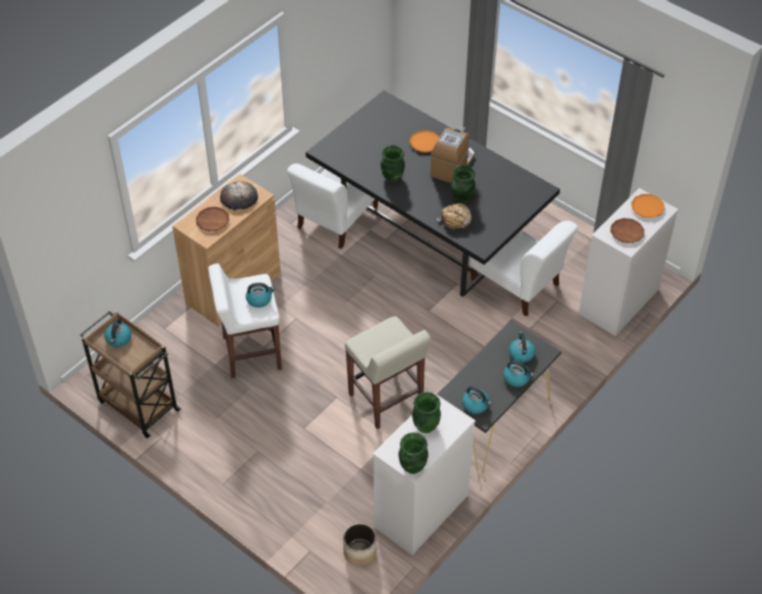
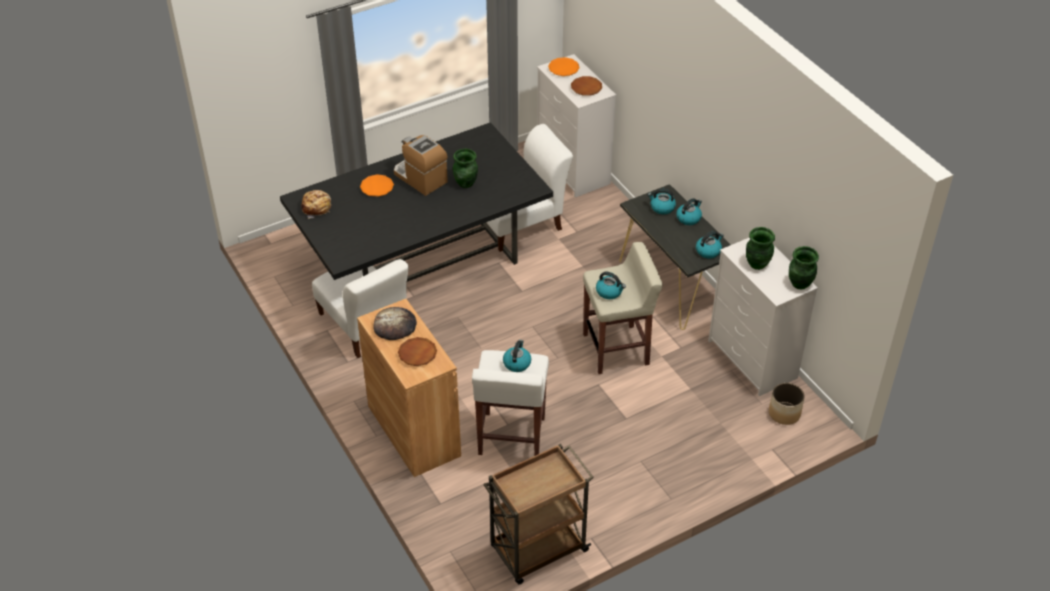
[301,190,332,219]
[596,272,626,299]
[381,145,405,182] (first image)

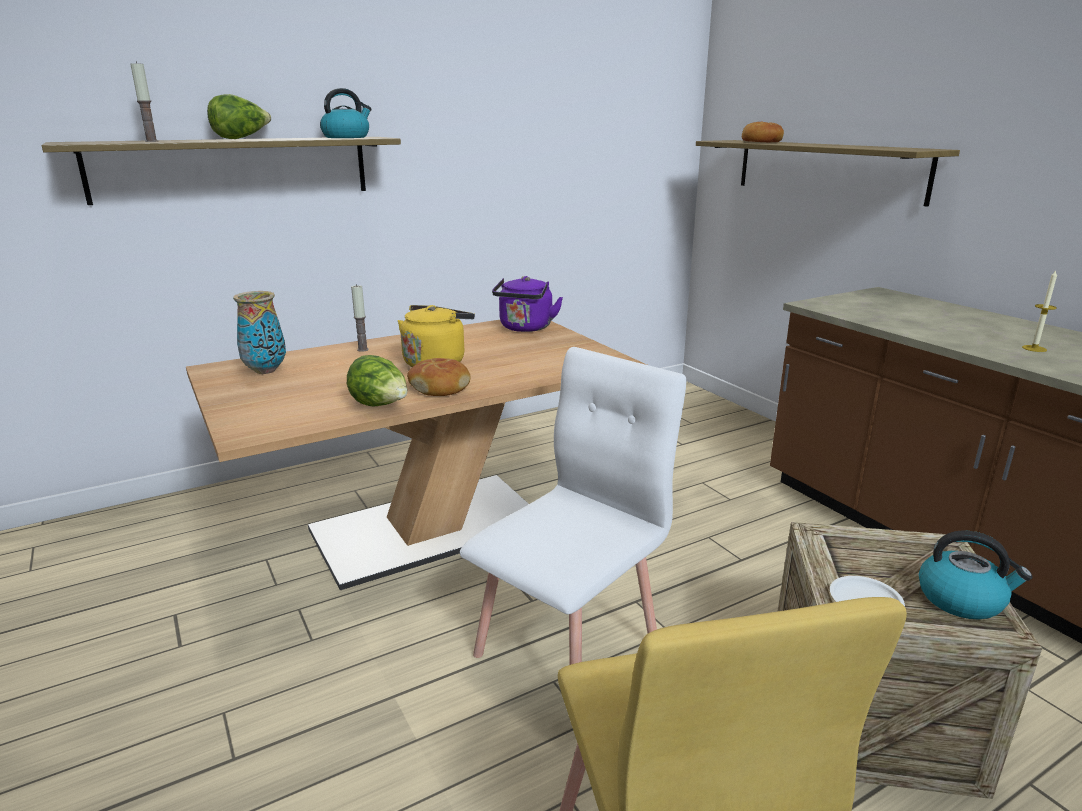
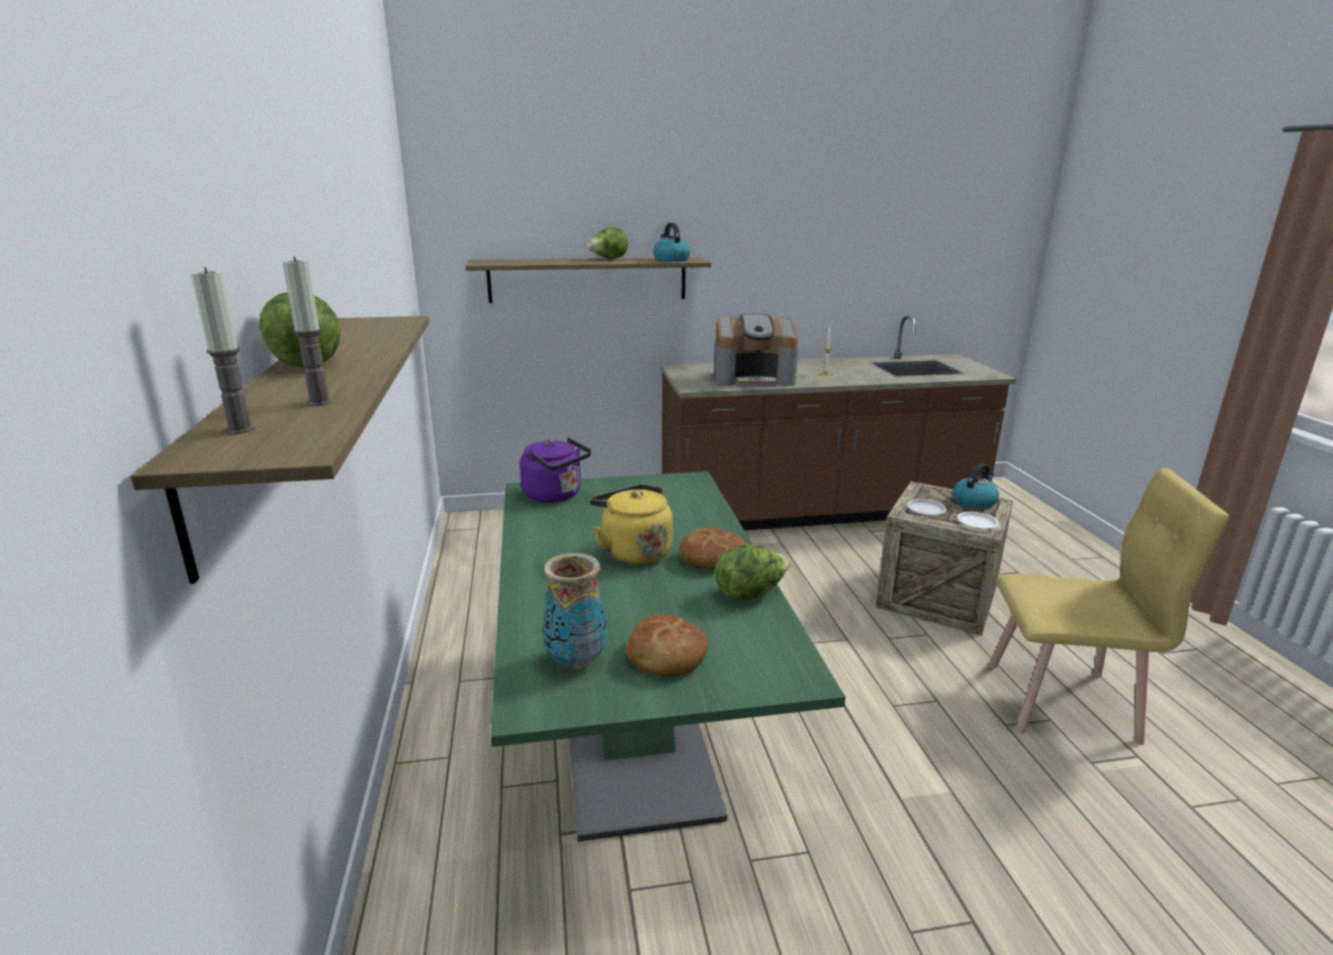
[191,267,255,434]
[491,471,846,842]
[587,227,628,259]
[625,614,708,676]
[653,223,690,262]
[713,314,799,387]
[907,499,947,516]
[460,347,686,665] (first image)

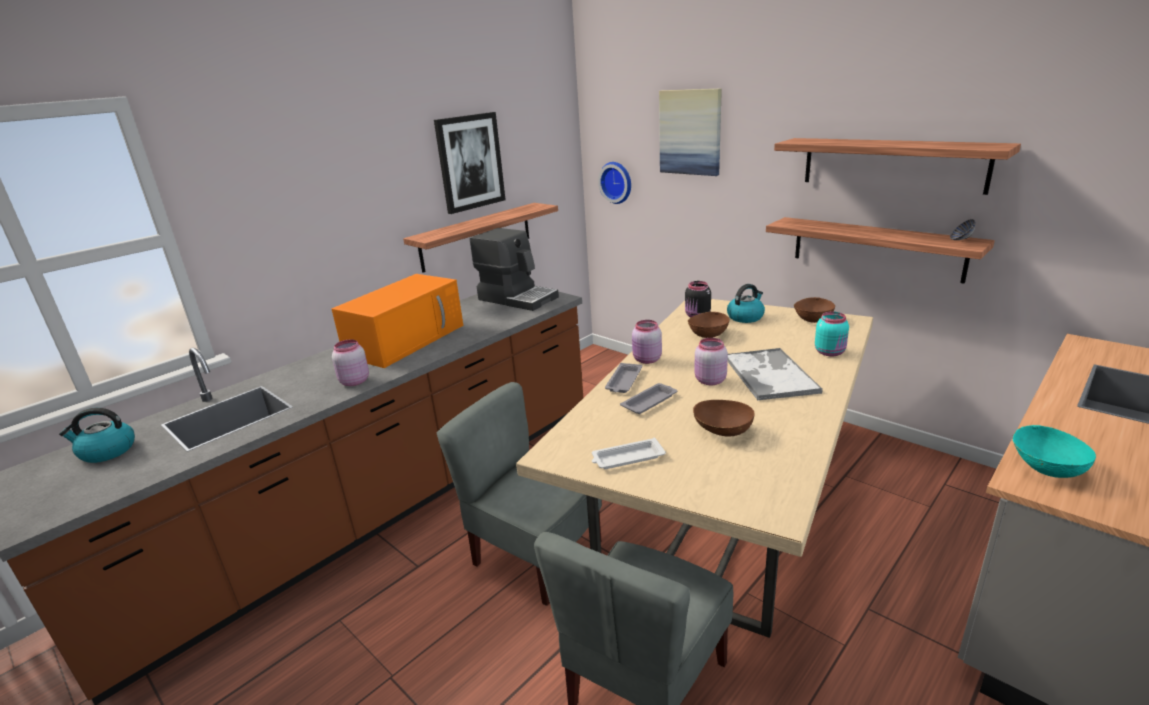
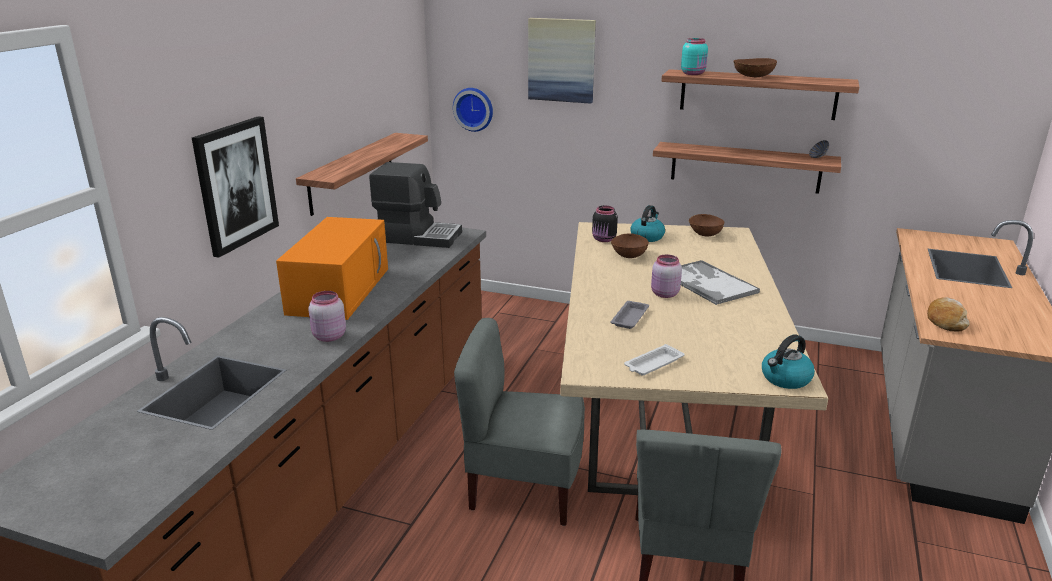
[192,116,279,258]
[681,38,708,75]
[734,58,777,77]
[762,334,815,389]
[927,297,970,331]
[605,363,642,393] (first image)
[632,320,662,364] (first image)

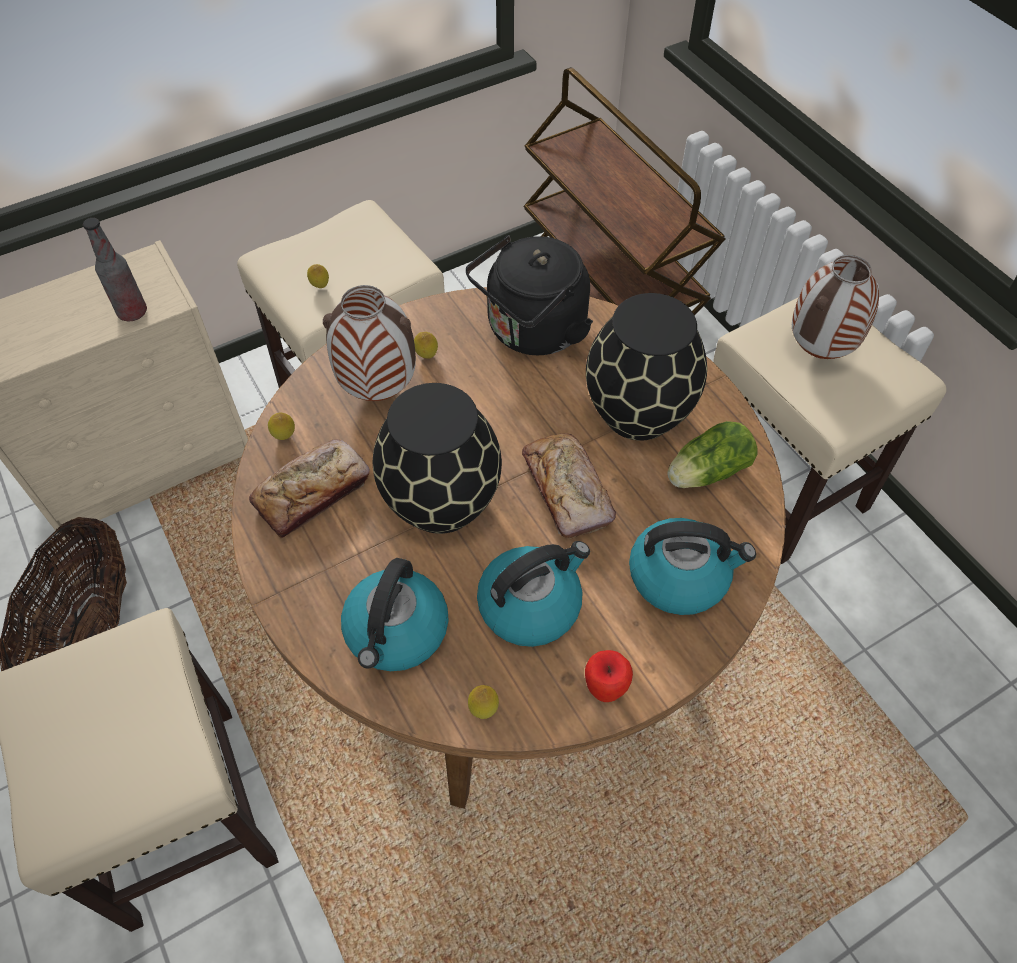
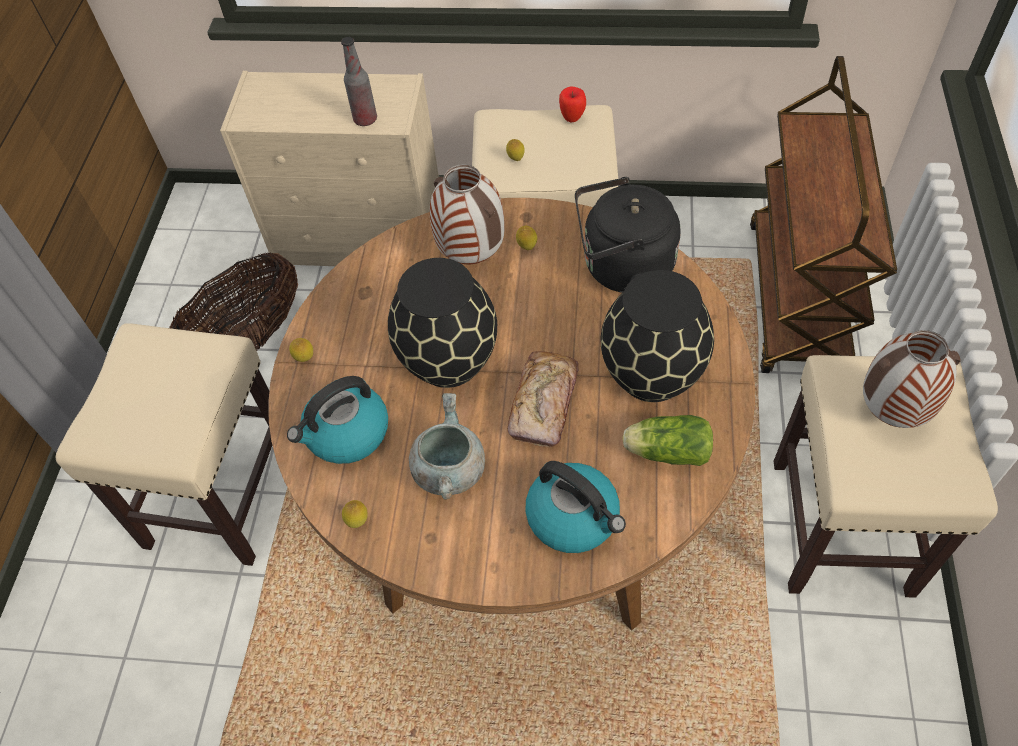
[289,338,313,362]
[409,393,485,499]
[559,86,586,122]
[249,439,370,538] (first image)

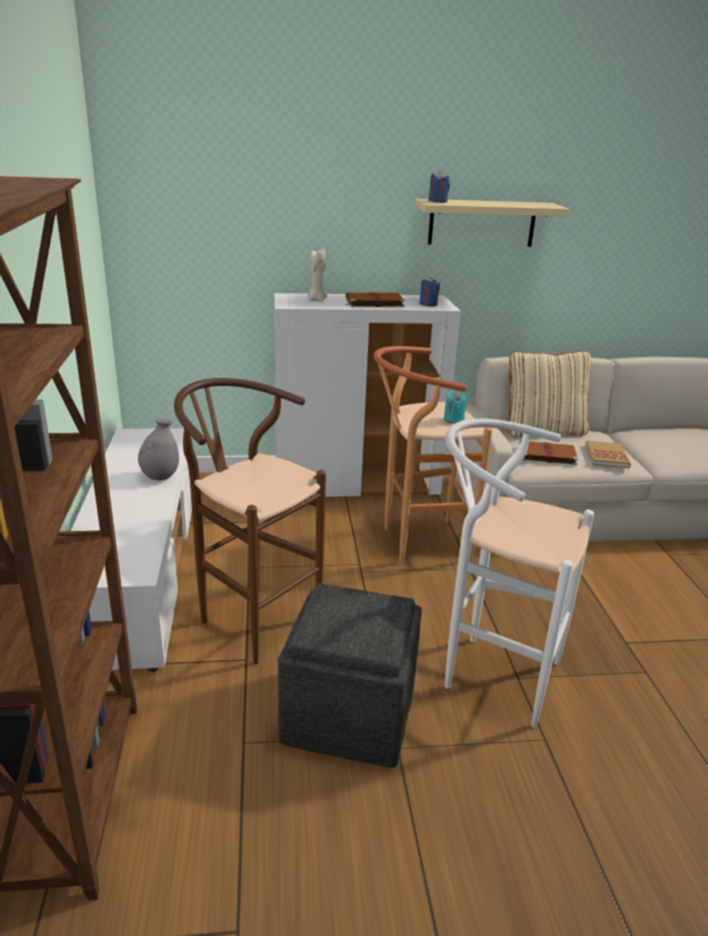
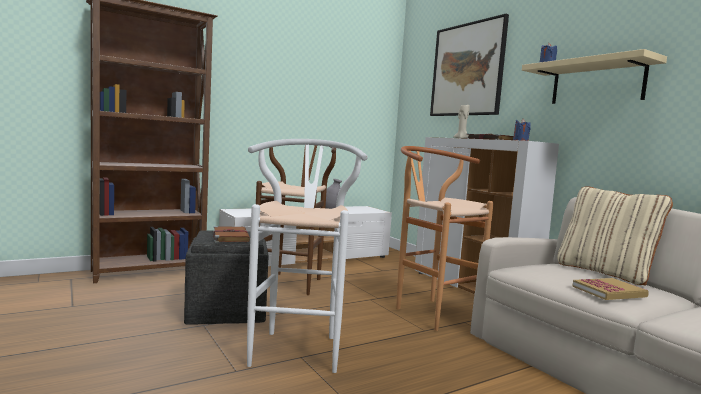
[213,226,250,243]
[430,14,509,116]
[444,391,467,424] (first image)

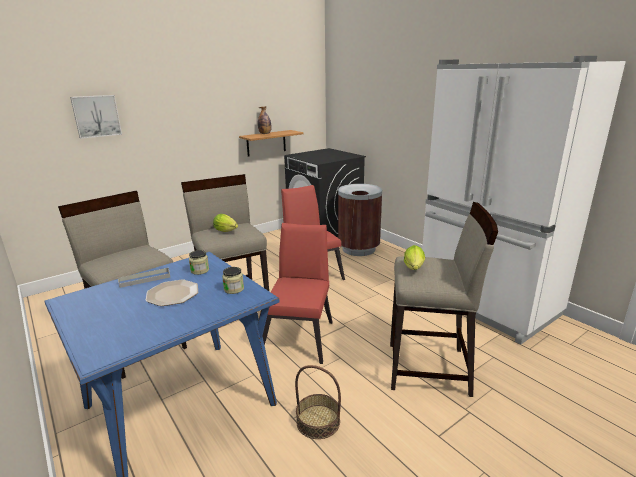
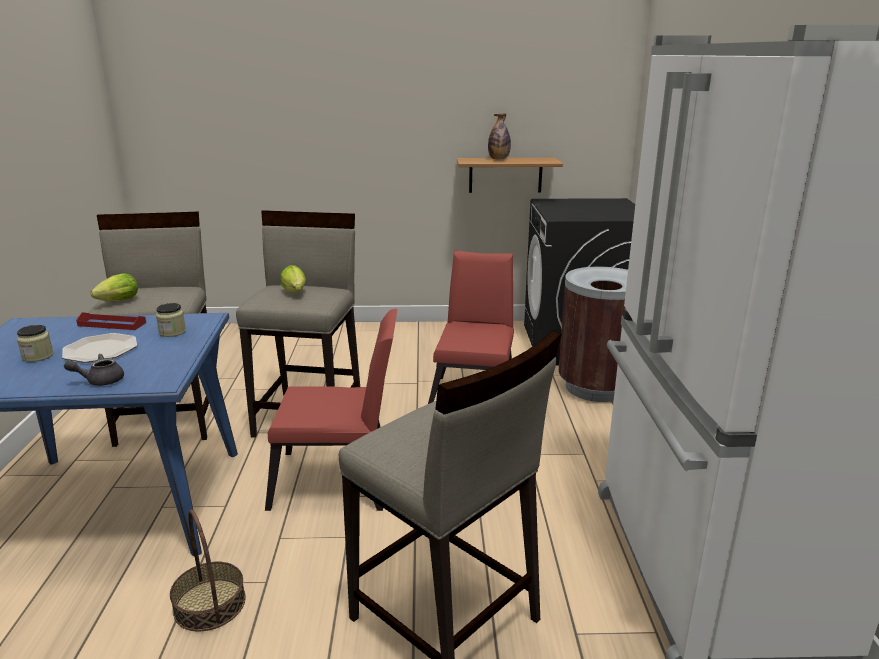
[17,325,53,362]
[64,354,124,386]
[76,312,146,330]
[90,273,138,301]
[265,309,397,511]
[70,95,122,139] (first image)

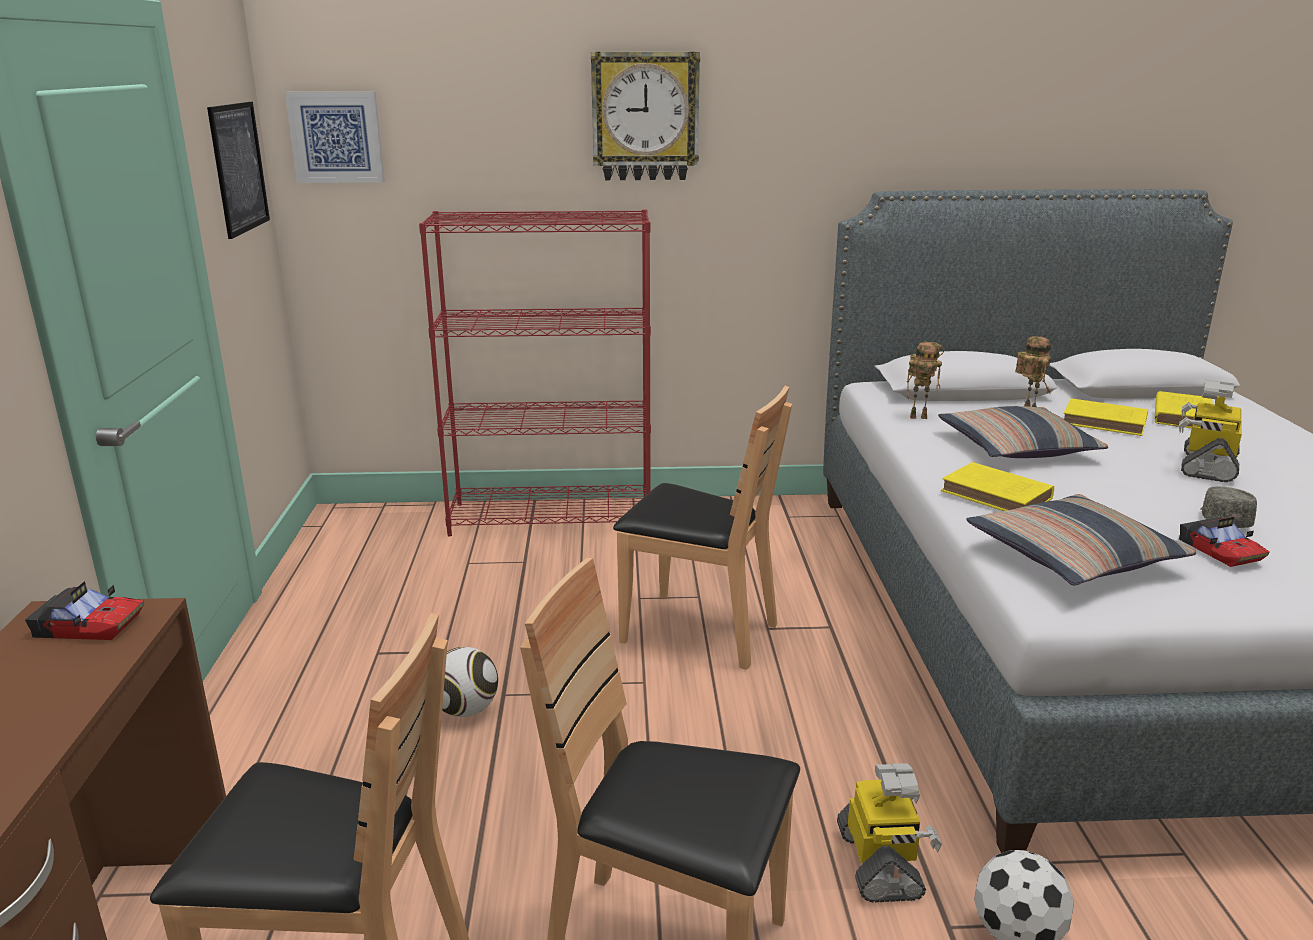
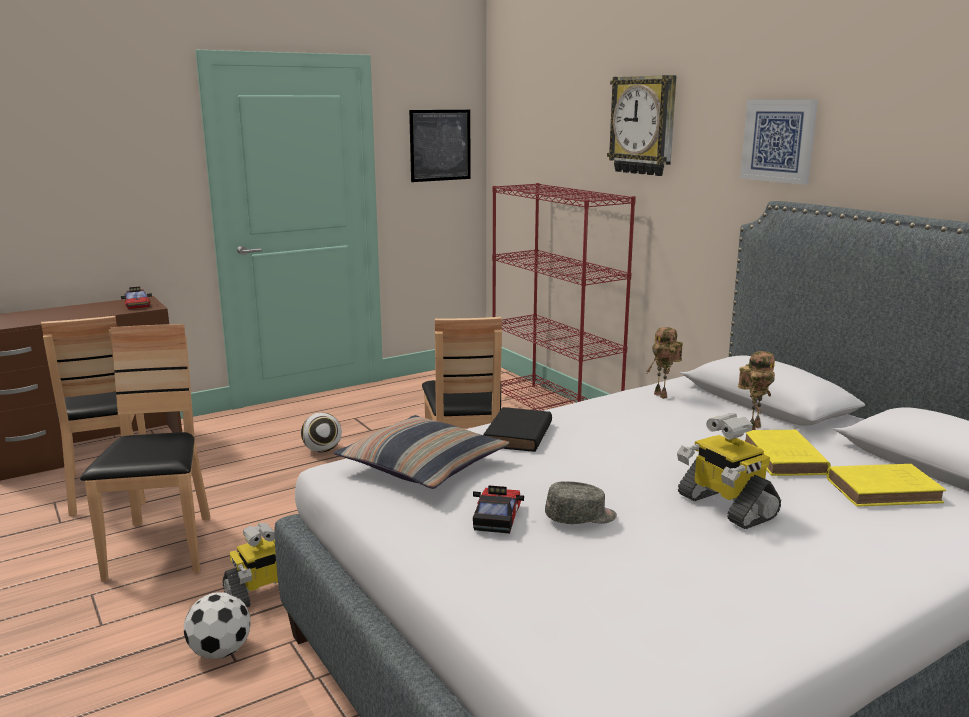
[473,485,524,534]
[483,407,552,452]
[677,414,781,529]
[740,100,818,185]
[938,406,1108,458] (first image)

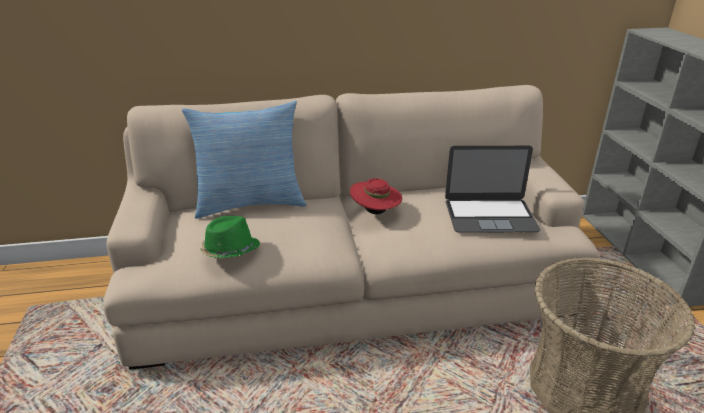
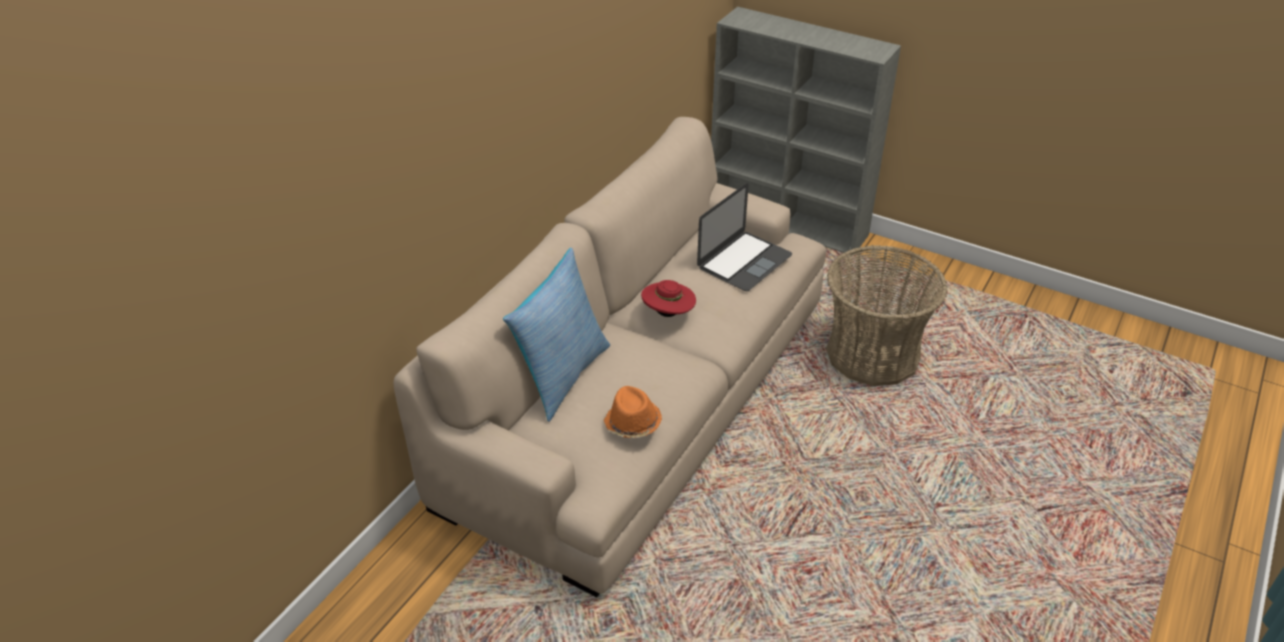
[604,386,662,438]

